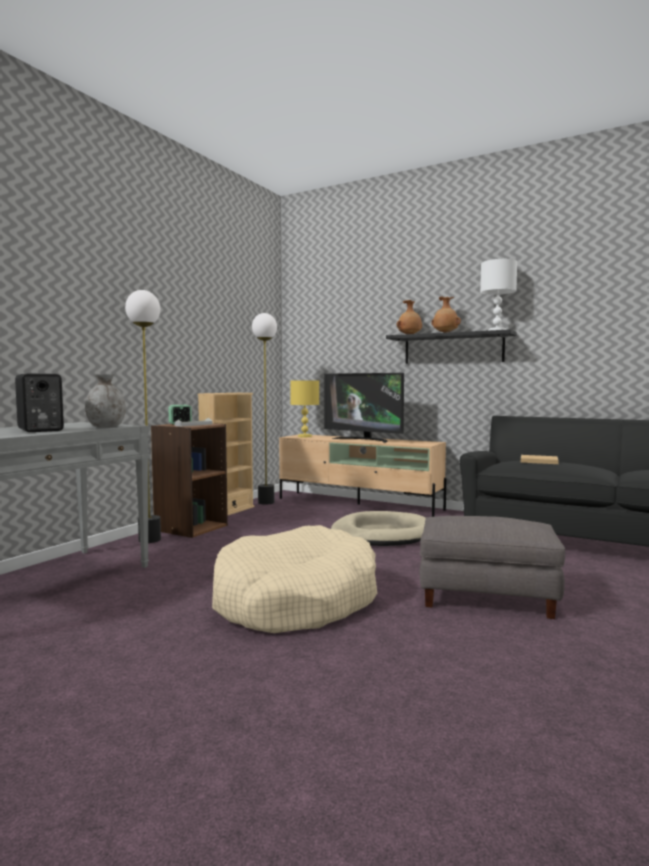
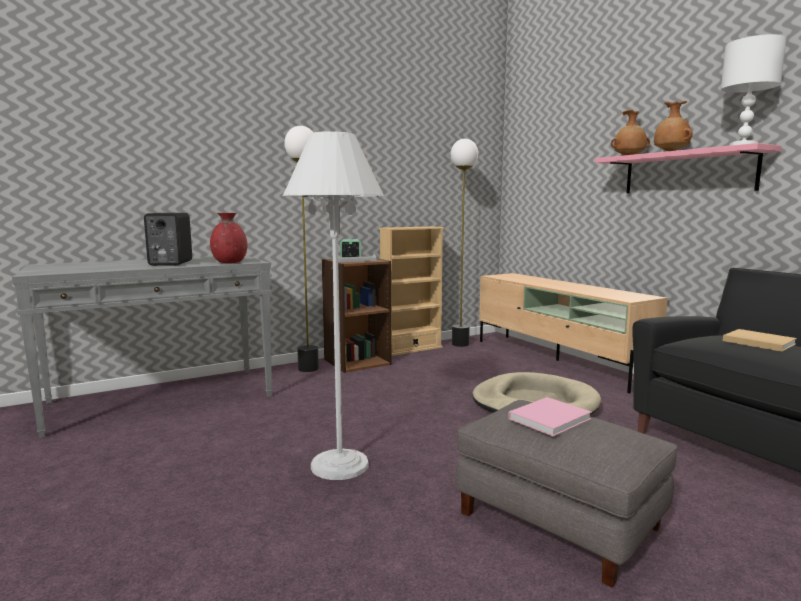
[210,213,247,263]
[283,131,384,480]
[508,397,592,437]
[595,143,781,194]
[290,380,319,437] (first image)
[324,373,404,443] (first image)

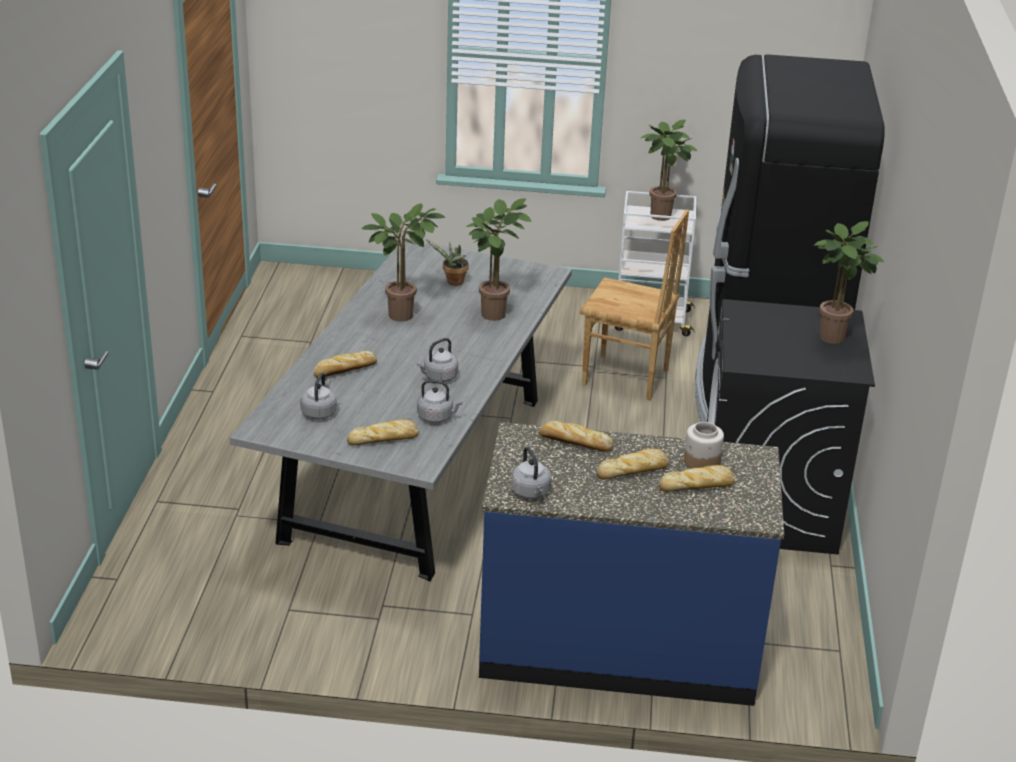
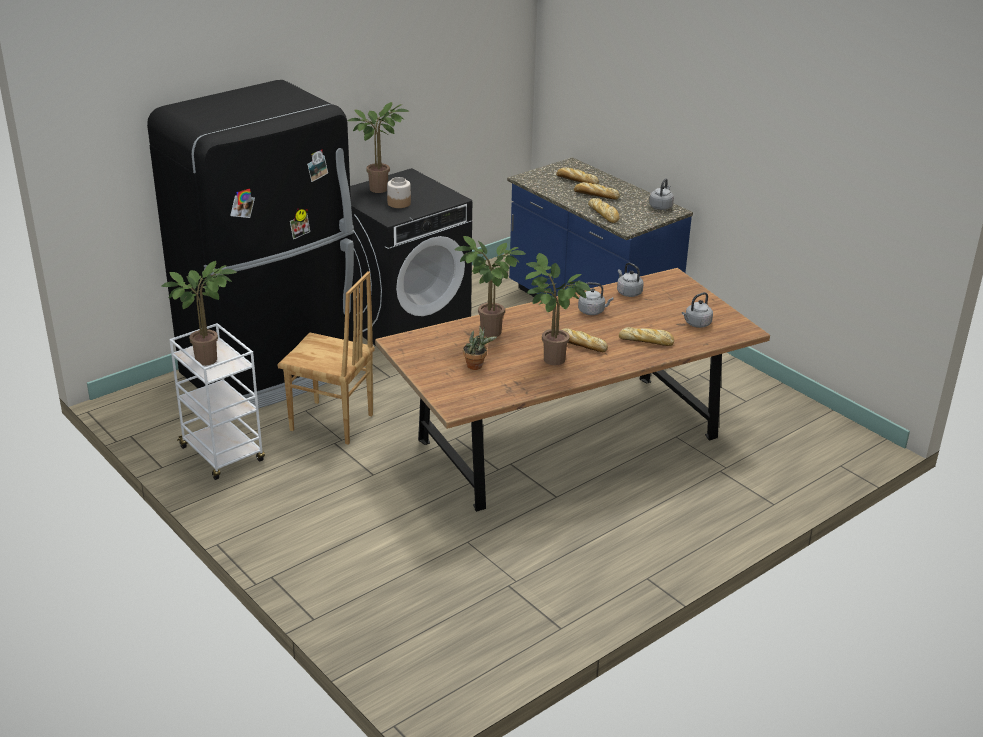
[278,271,375,445]
[375,268,770,512]
[387,177,411,208]
[562,328,608,352]

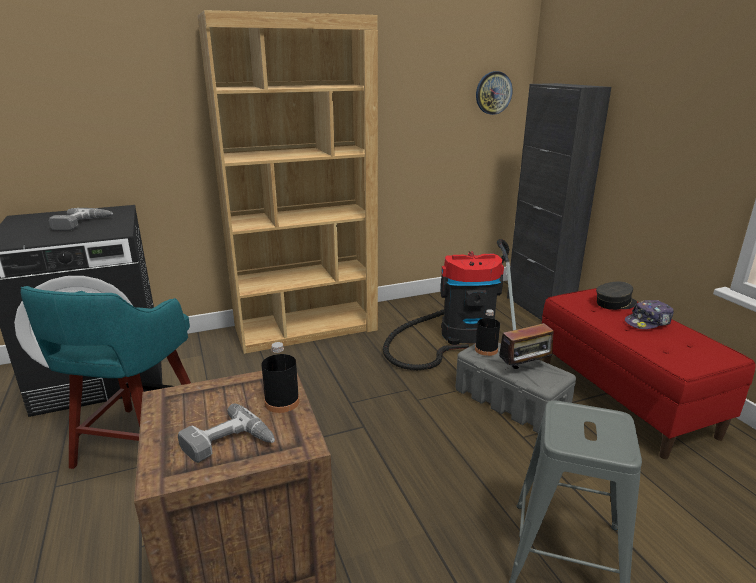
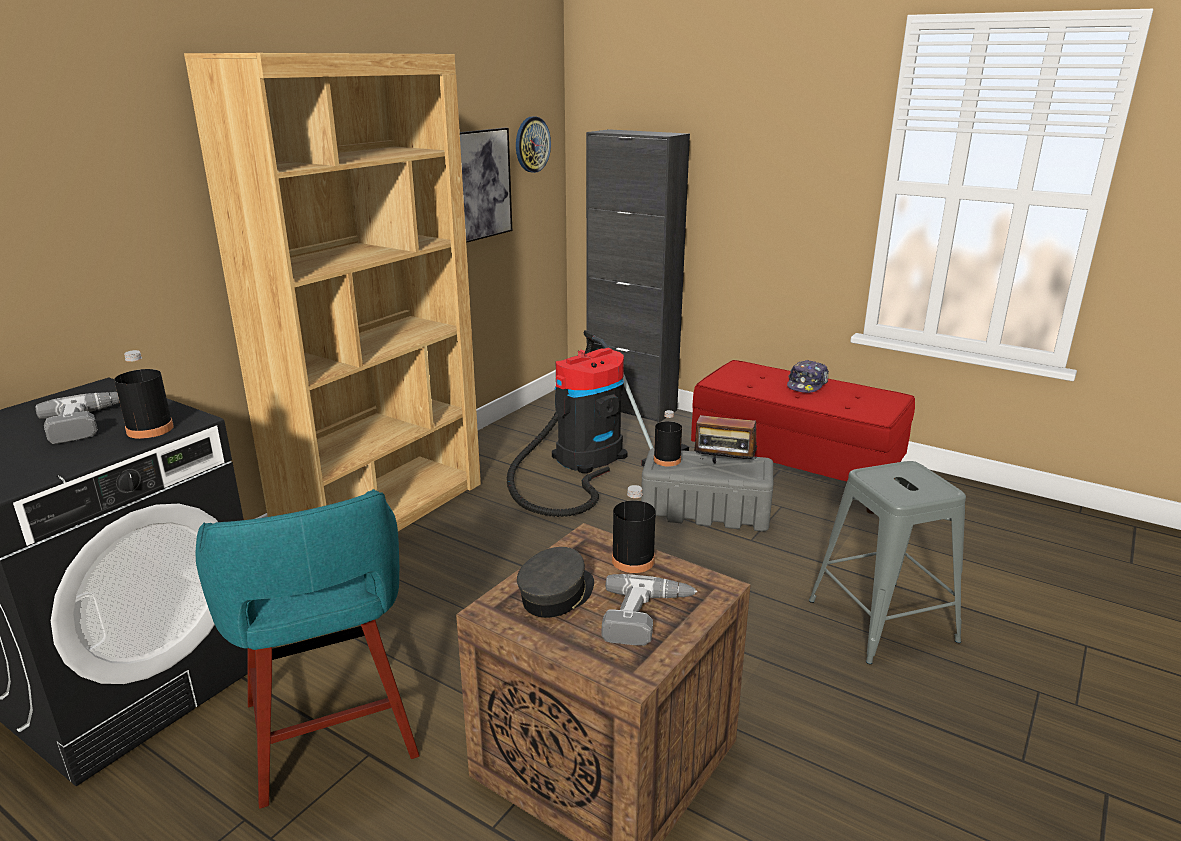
[114,350,174,439]
[460,128,512,243]
[517,547,594,618]
[694,409,757,464]

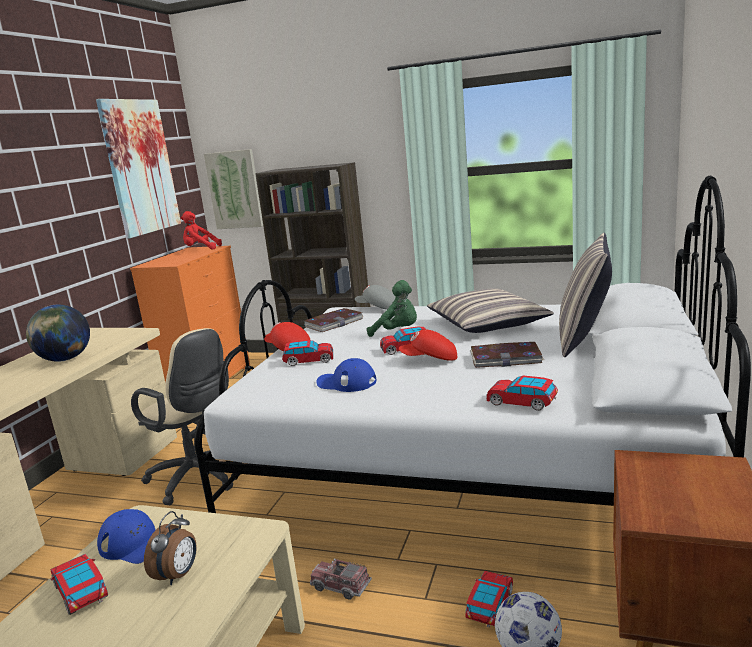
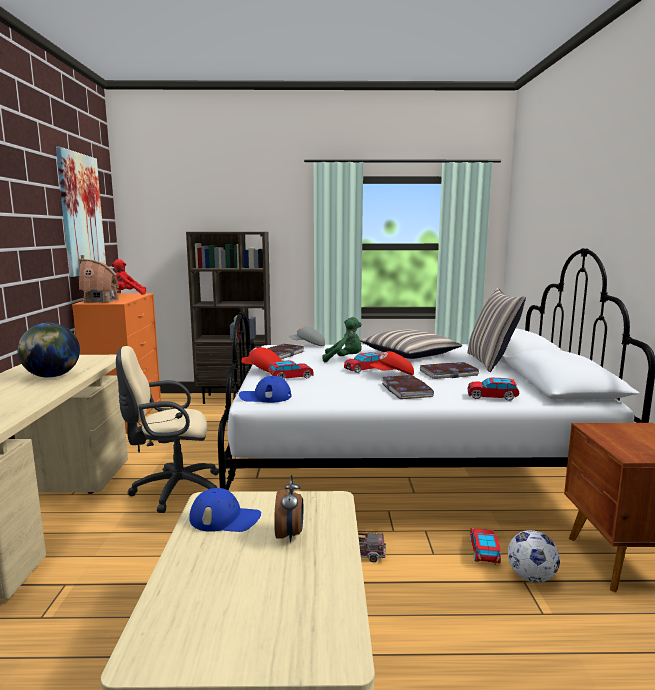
[79,255,119,303]
[116,346,219,513]
[239,376,292,403]
[381,375,434,399]
[50,554,108,615] (first image)
[204,149,263,229] (first image)

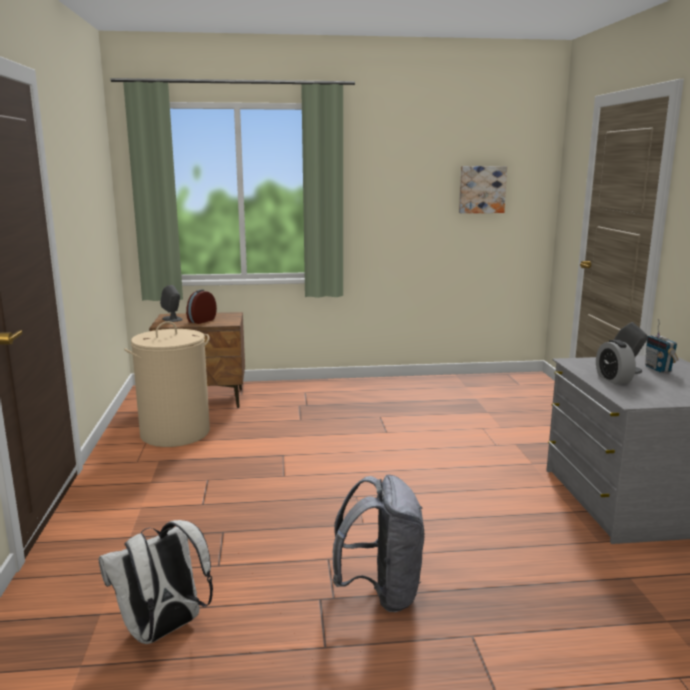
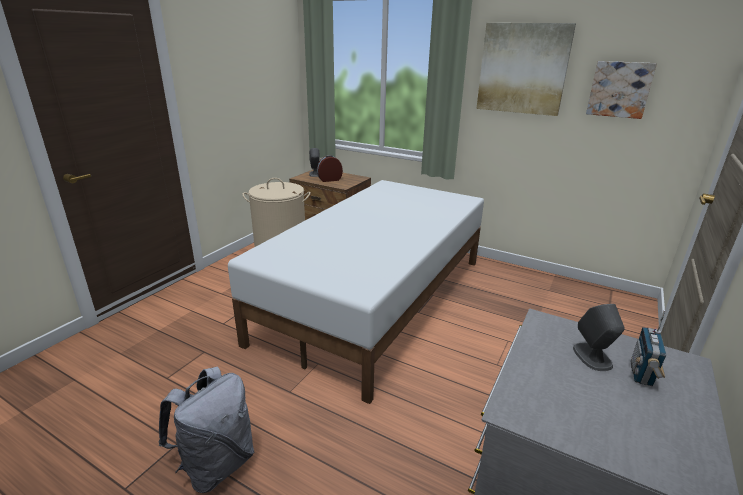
[228,180,484,404]
[476,23,576,116]
[99,520,213,644] (first image)
[596,340,636,384] (first image)

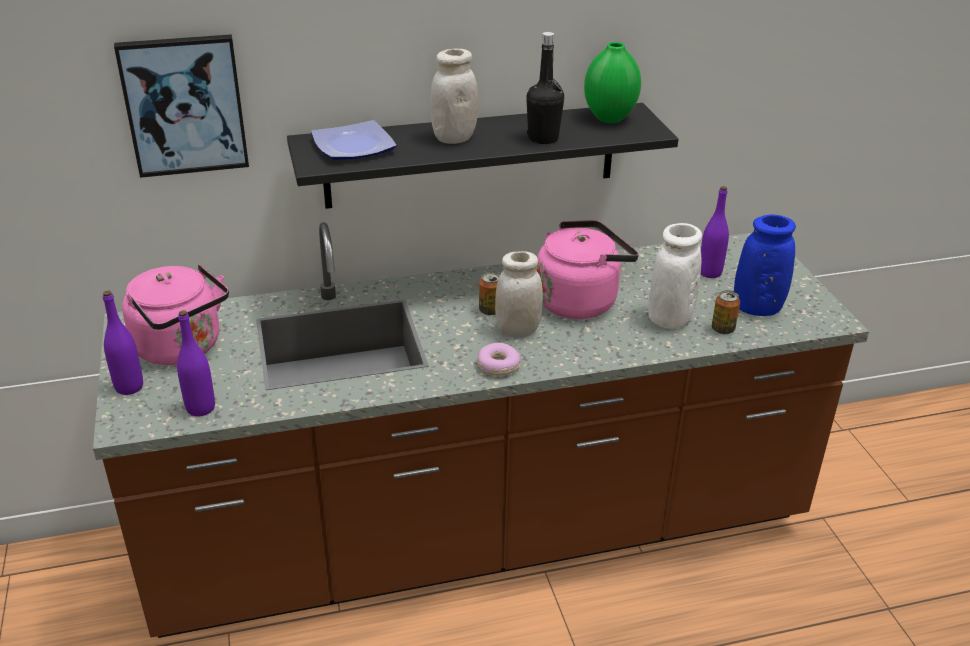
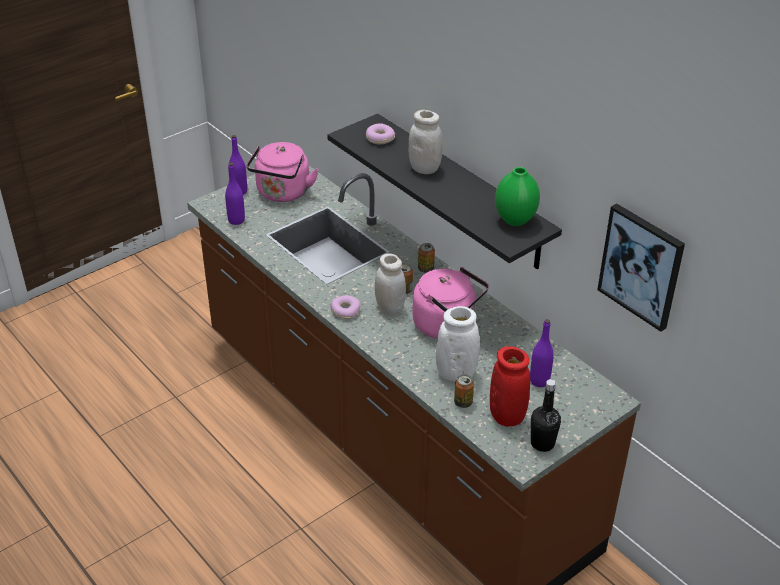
[366,123,395,144]
[418,243,435,273]
[490,346,530,426]
[531,379,561,452]
[597,203,685,332]

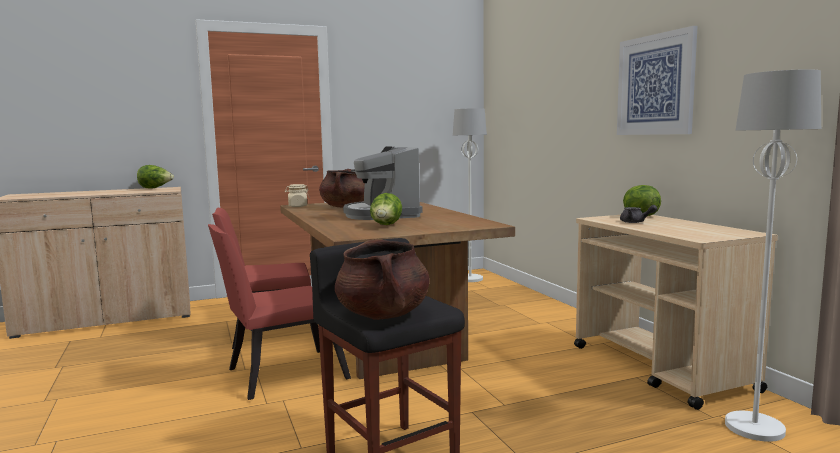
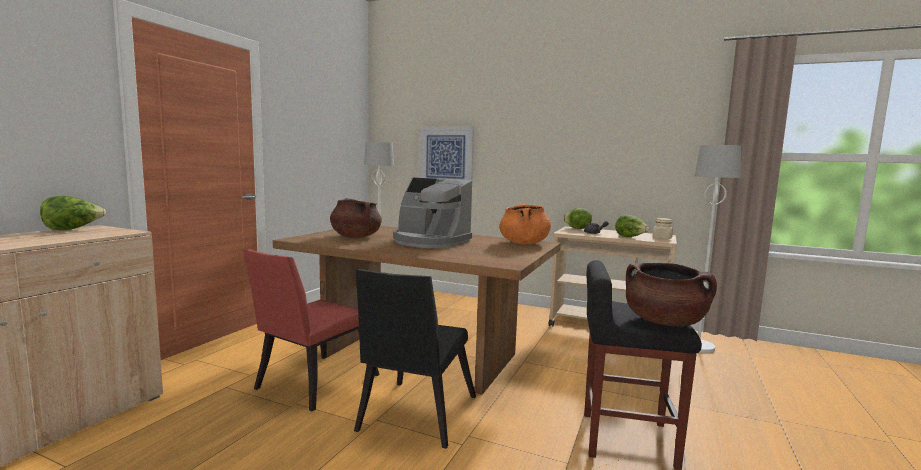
[354,269,476,449]
[419,126,474,181]
[499,204,551,244]
[615,215,649,237]
[652,218,673,239]

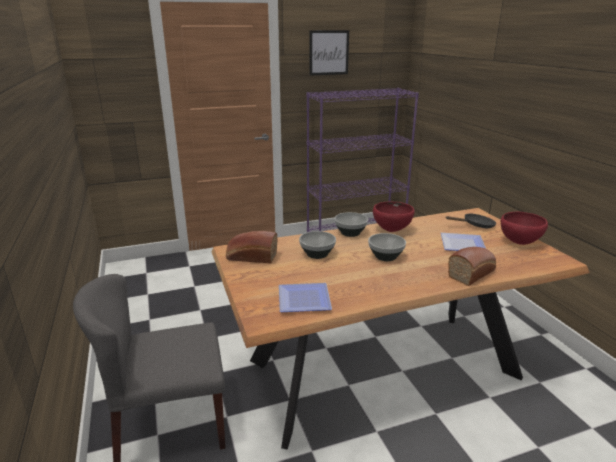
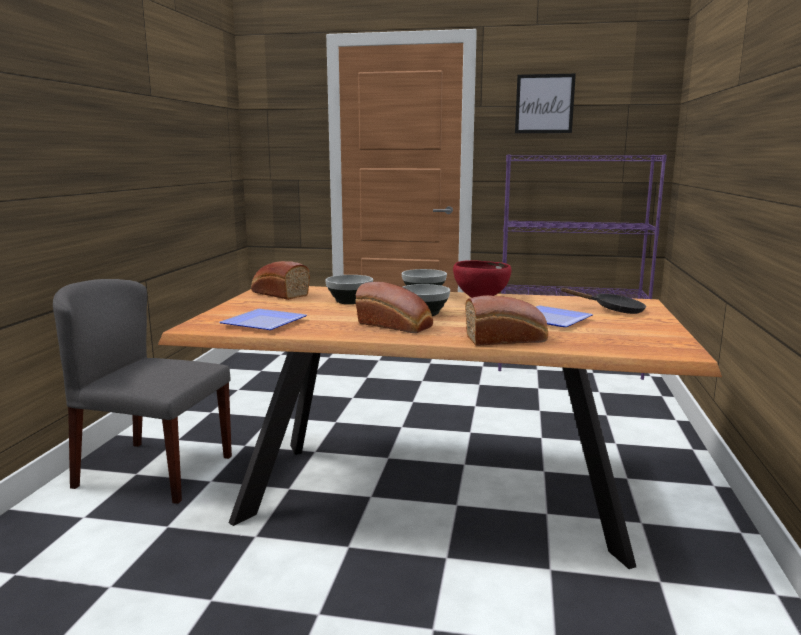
[355,282,433,333]
[501,212,548,245] (first image)

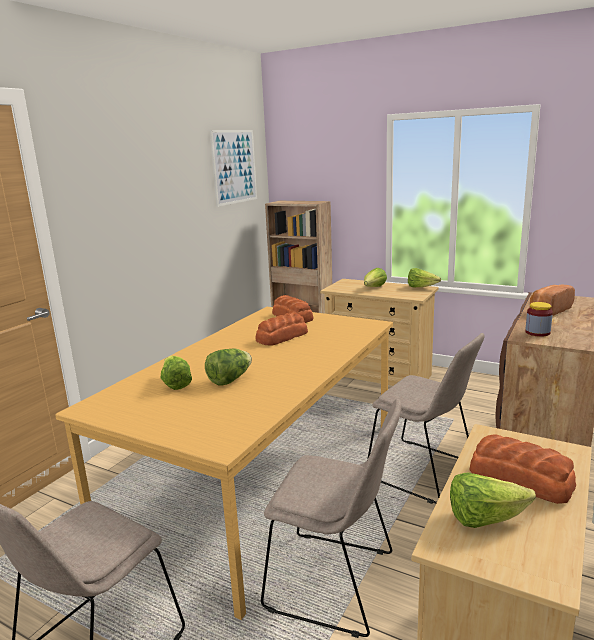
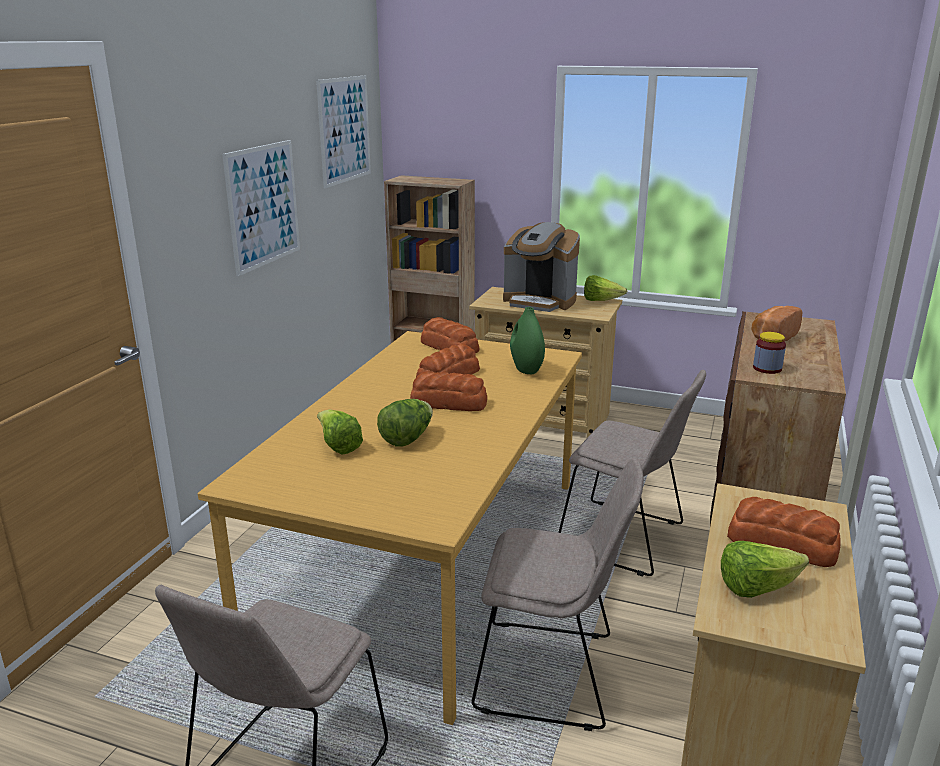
[222,140,300,276]
[410,371,487,411]
[503,222,580,312]
[510,307,545,374]

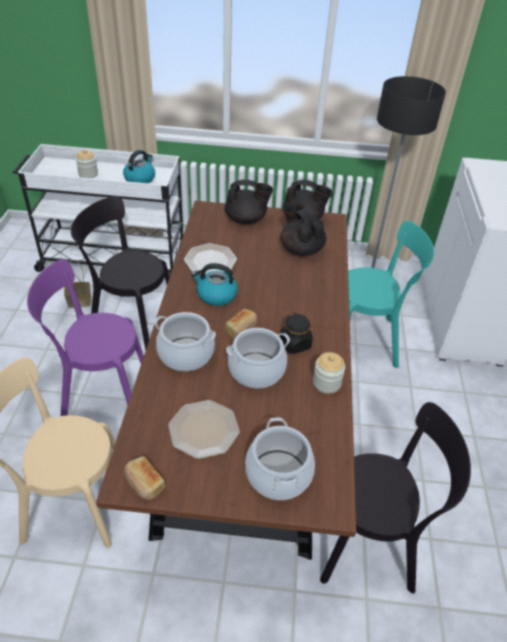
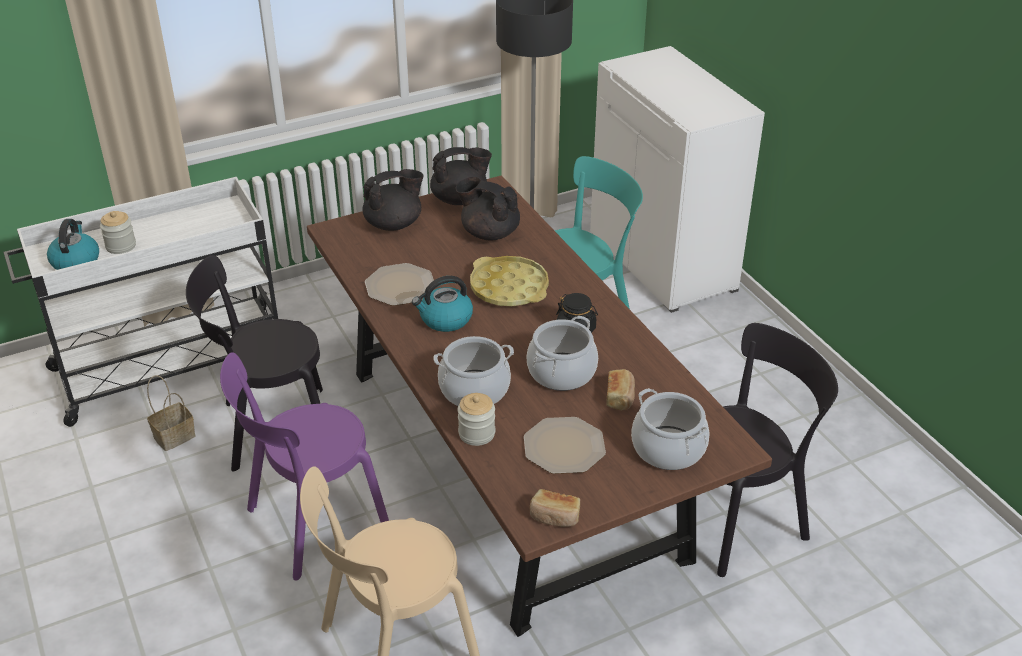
[47,219,99,270]
[457,393,495,446]
[470,256,549,307]
[606,369,635,411]

